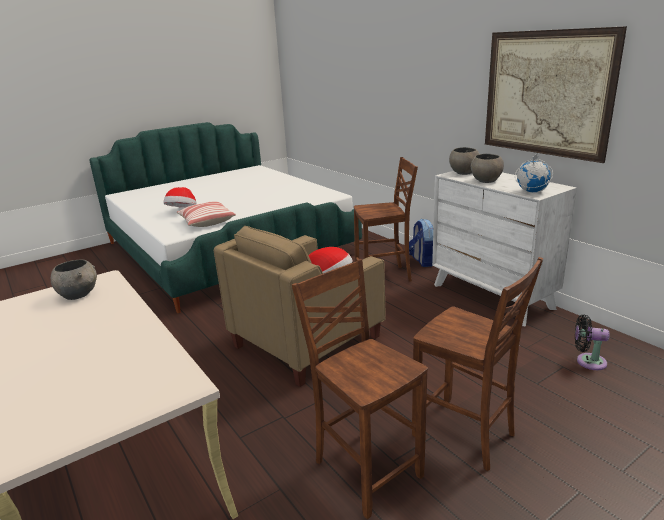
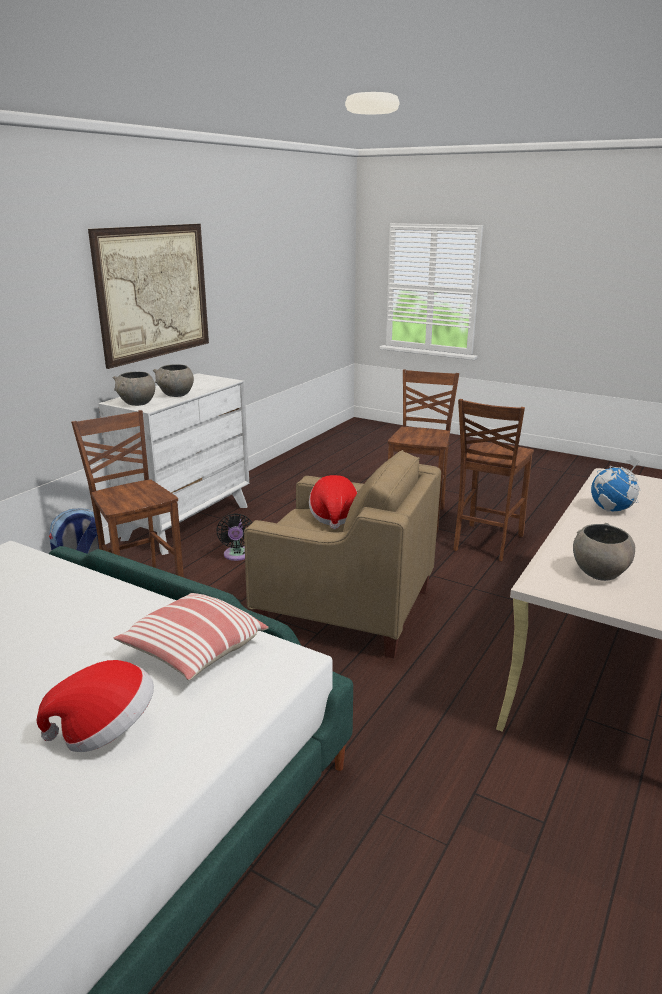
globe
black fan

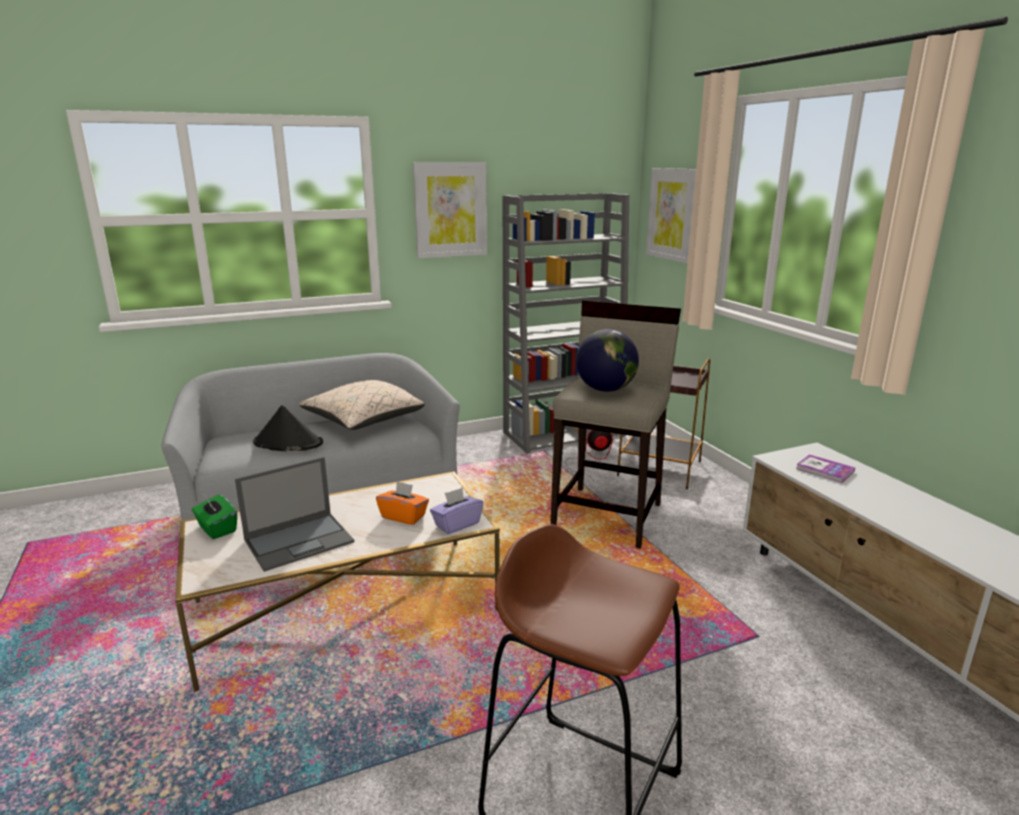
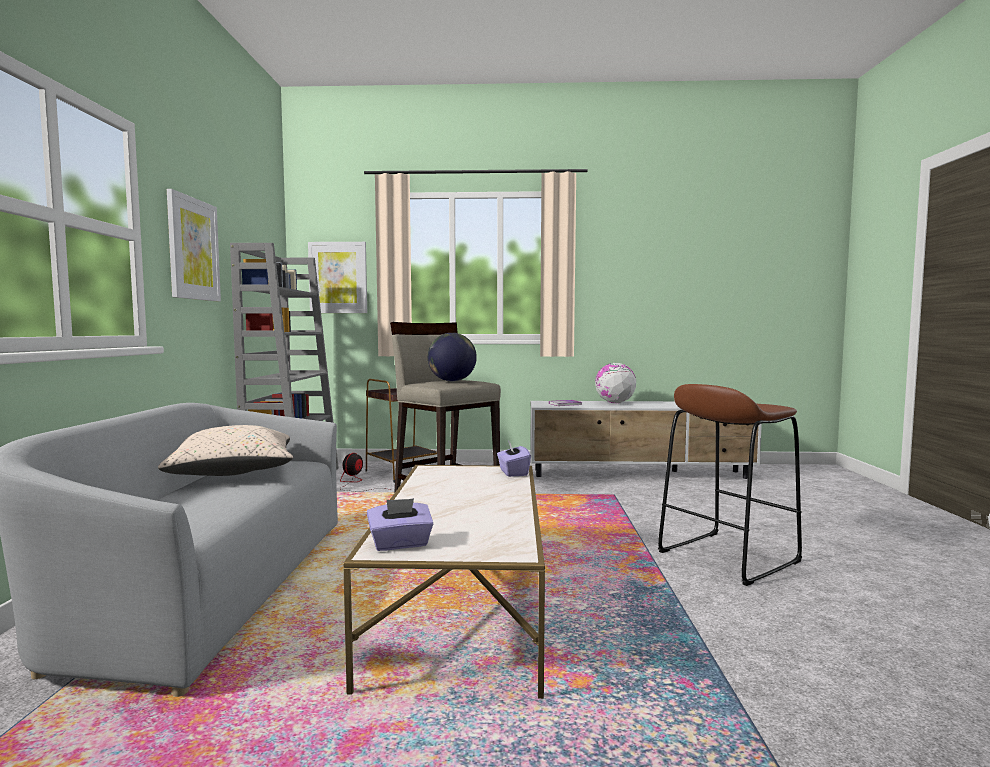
laptop
black hat
orange tissue box
globe (no. 2 from left)
purple tissue box (no. 1 from left)

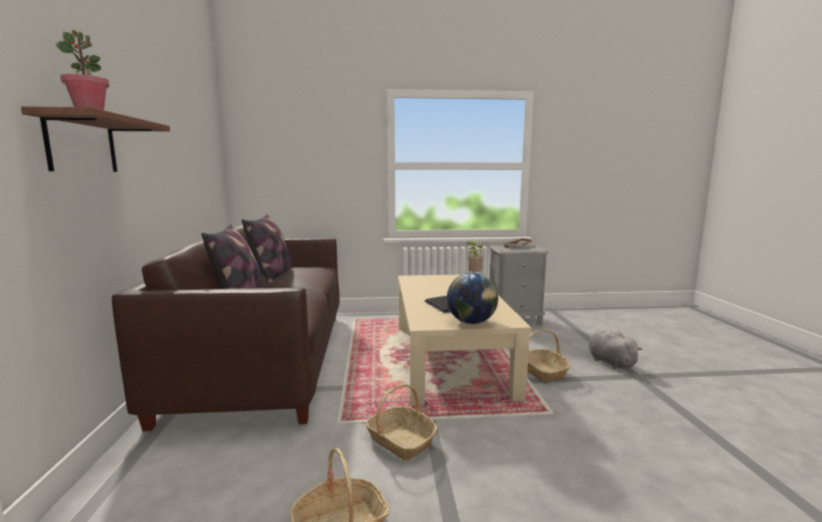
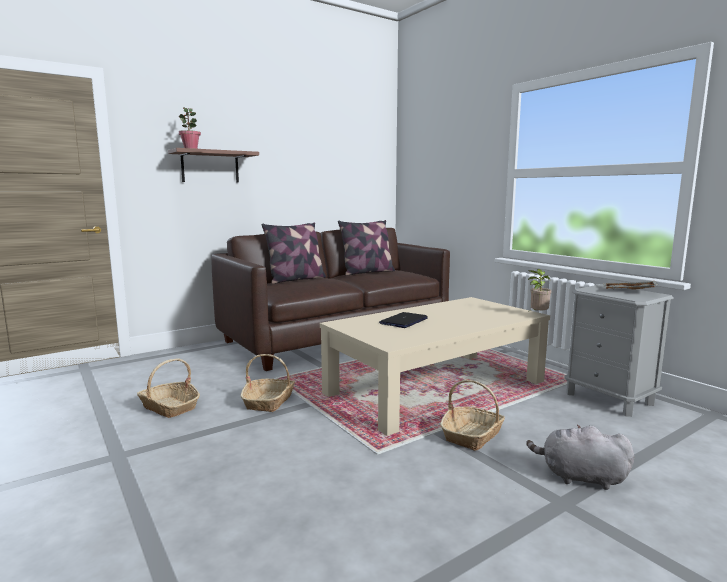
globe
grey plush toy

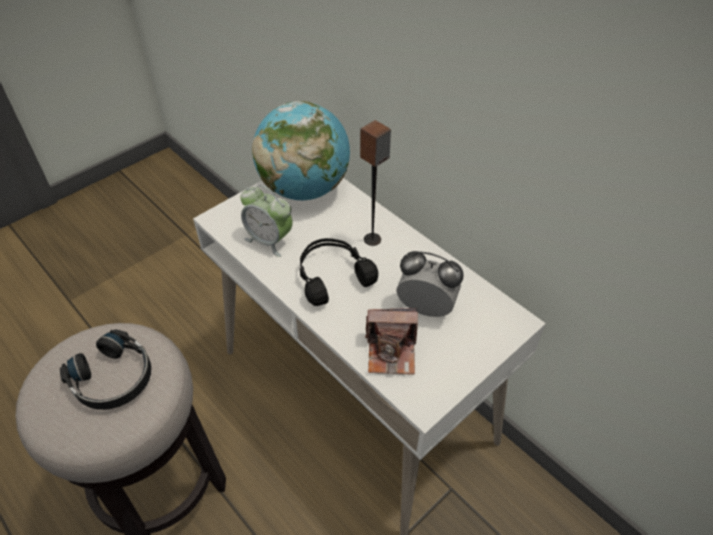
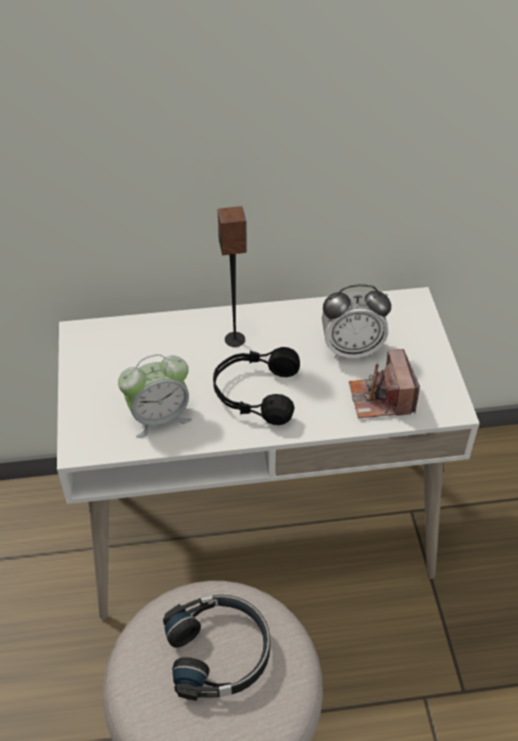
globe
photo camera
alarm clock (no. 2 from left)

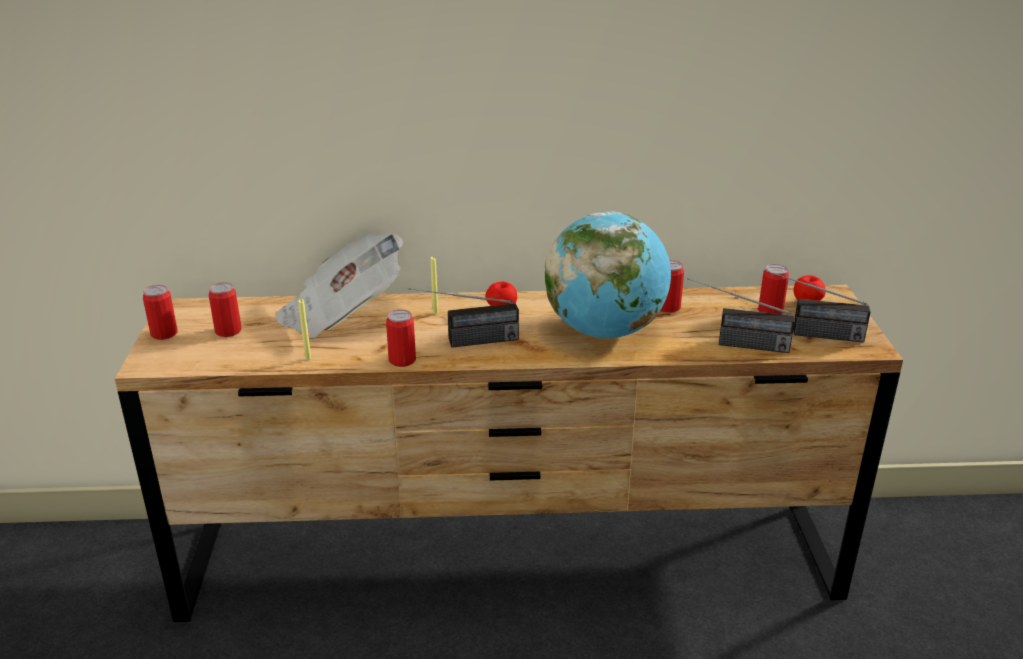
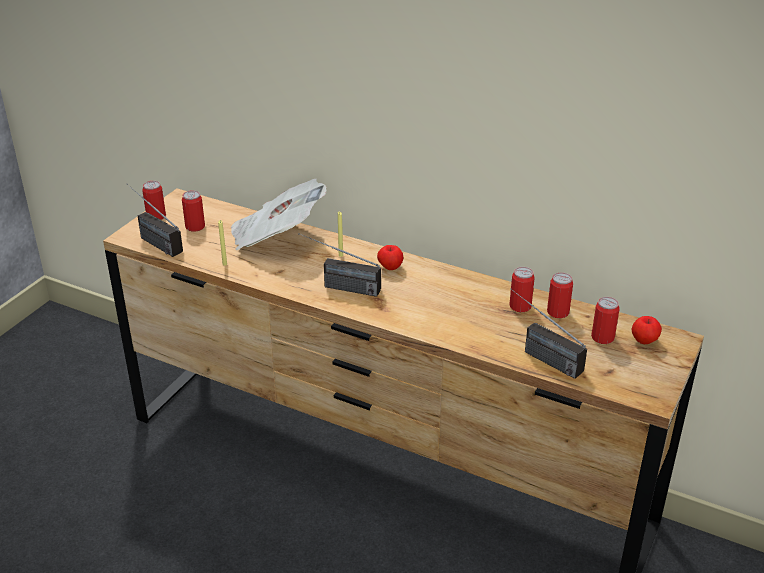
globe
can (no. 4 from left)
radio (no. 1 from left)

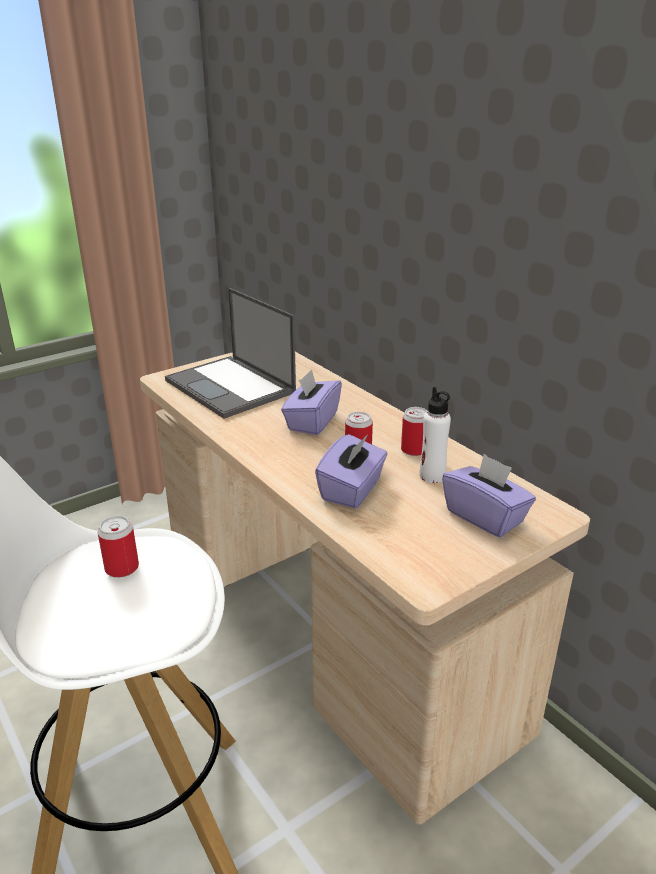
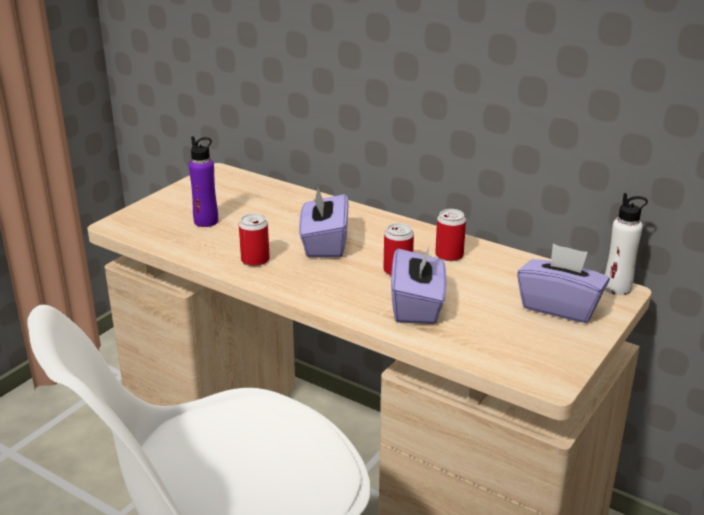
can (no. 1 from left)
white bottle
purple bottle

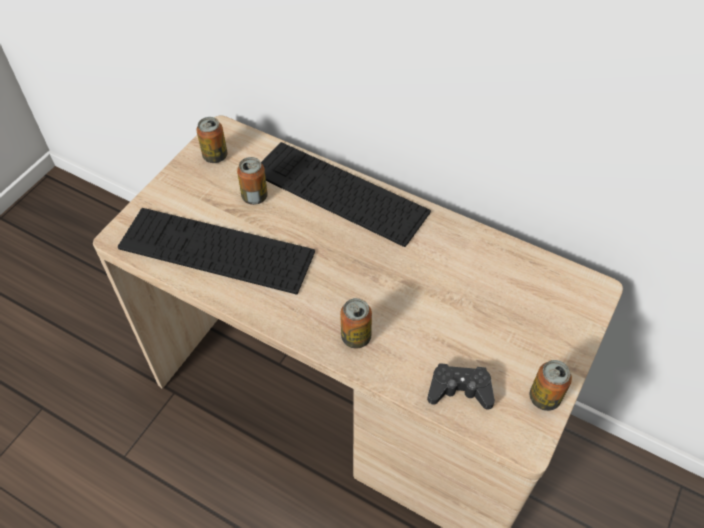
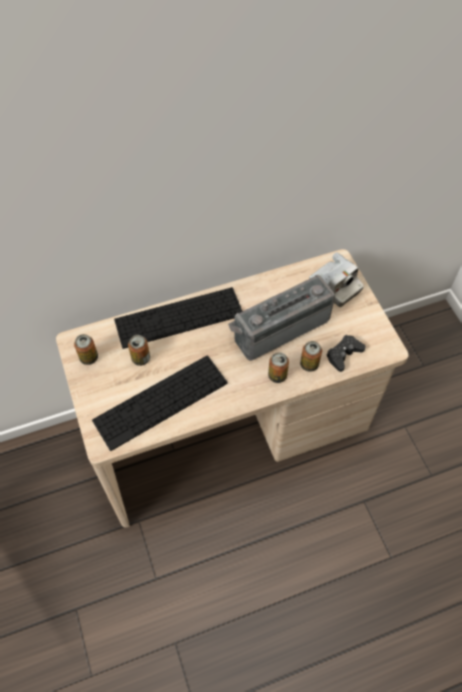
radio
photo camera
can (no. 4 from left)

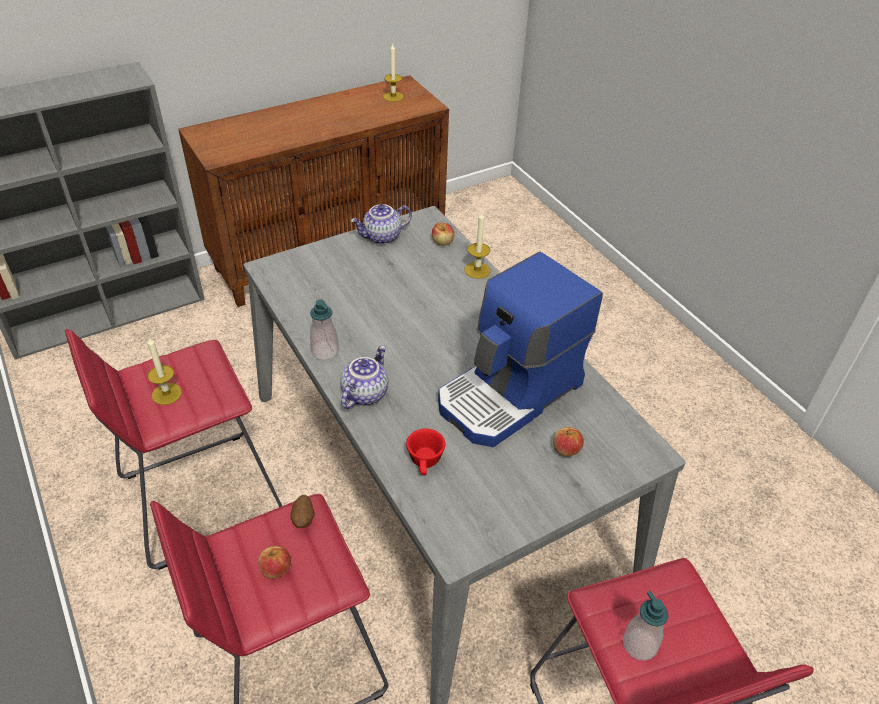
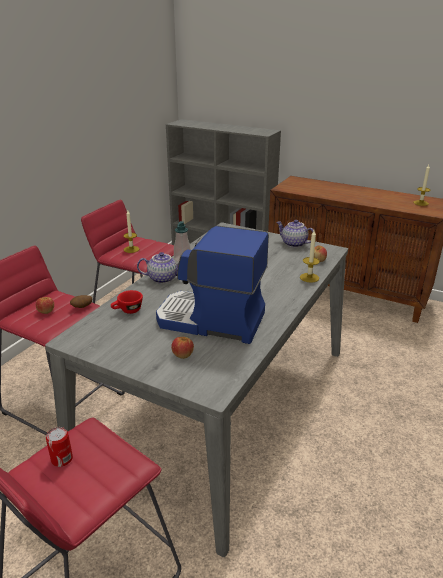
can

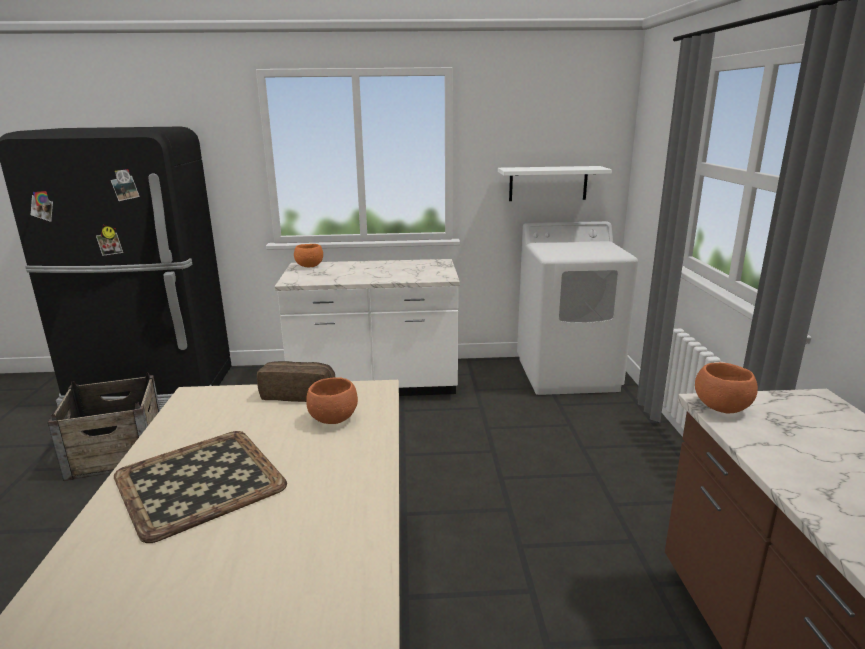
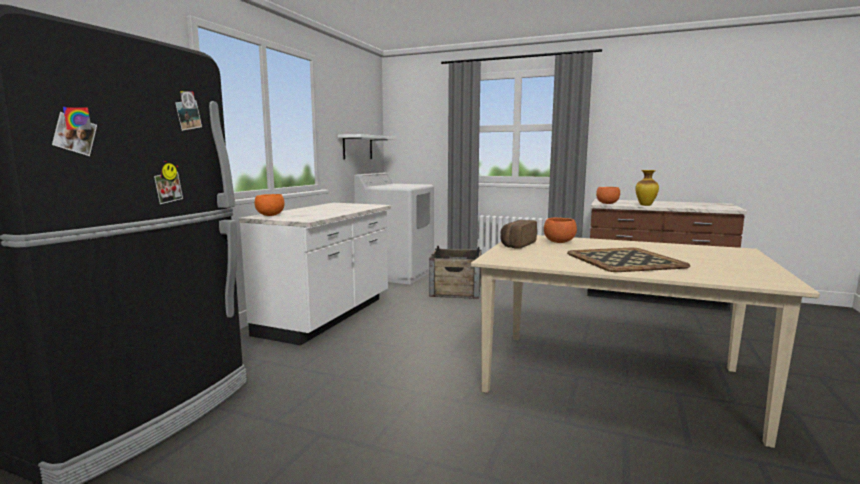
vase
crate

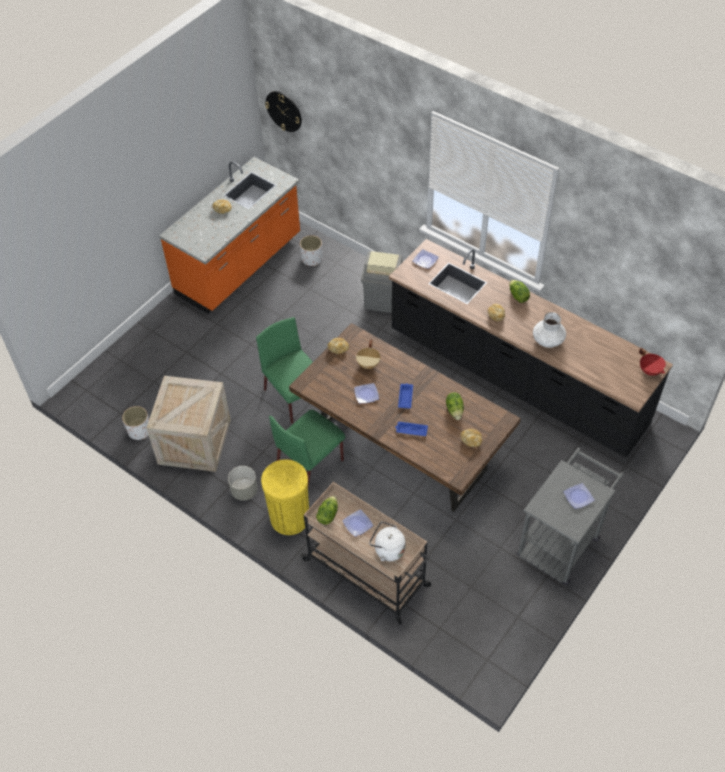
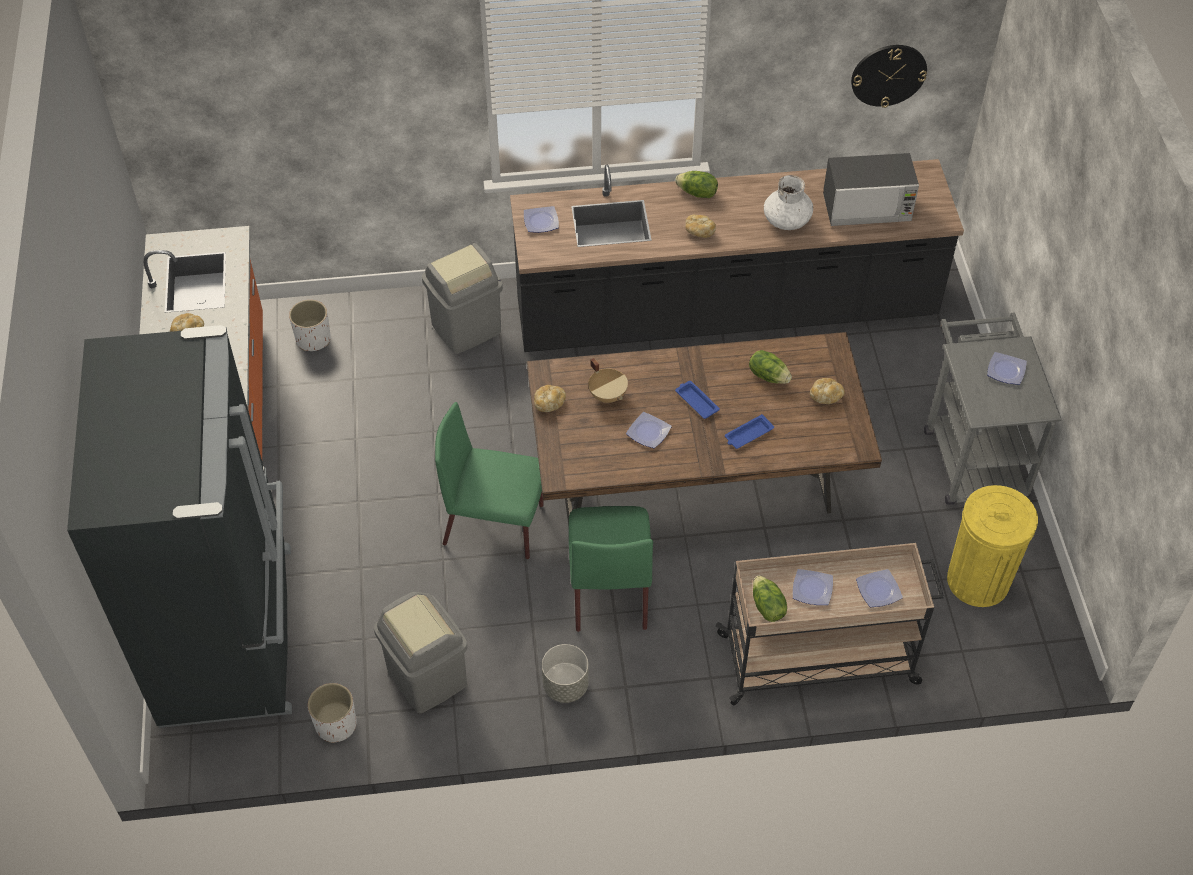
red cooking pot
black fridge
microwave
yellow trash can
wall clock
grey trash can (no. 1 from left)
plate (no. 4 from left)

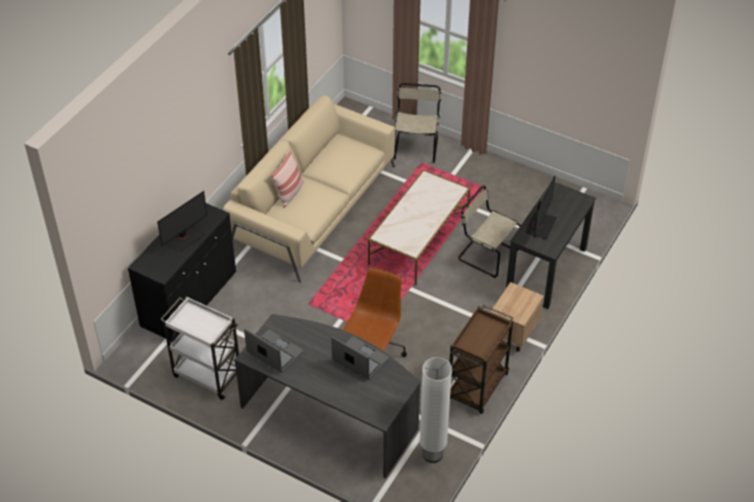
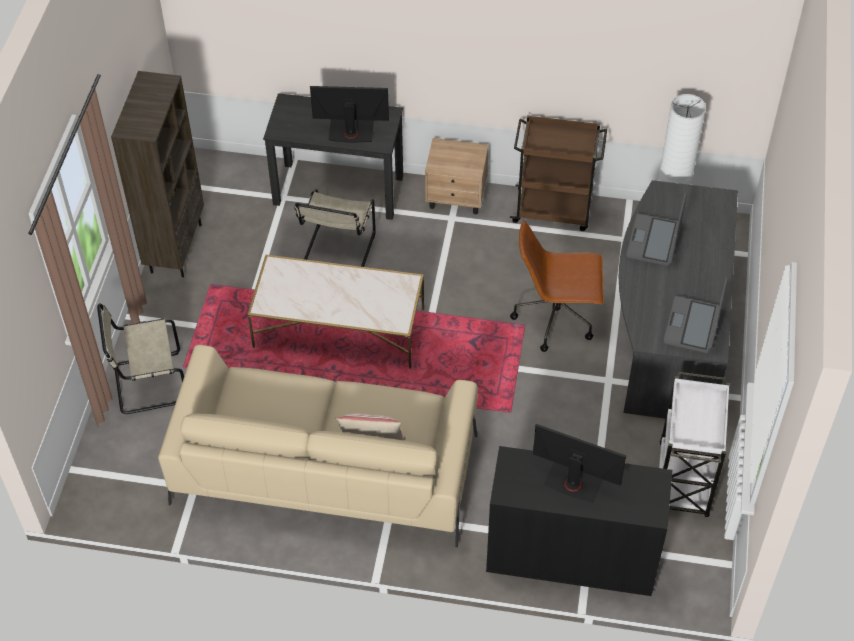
brown bookcase

